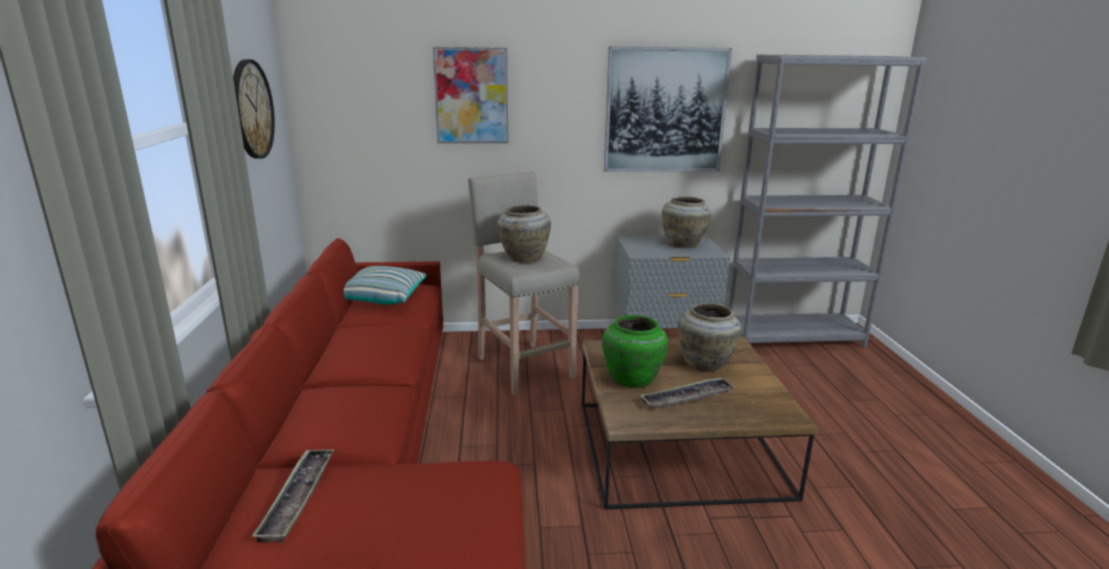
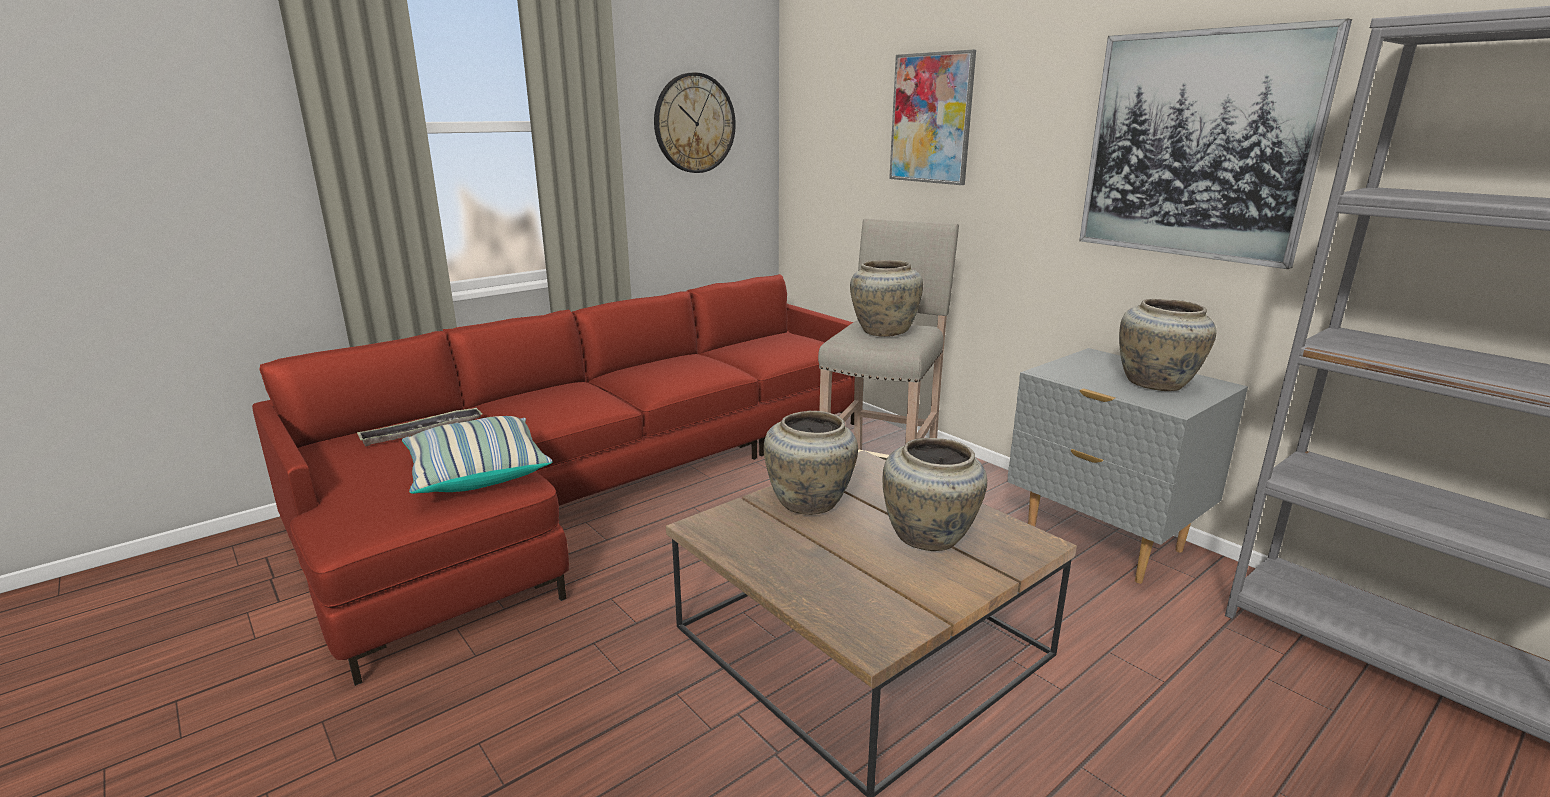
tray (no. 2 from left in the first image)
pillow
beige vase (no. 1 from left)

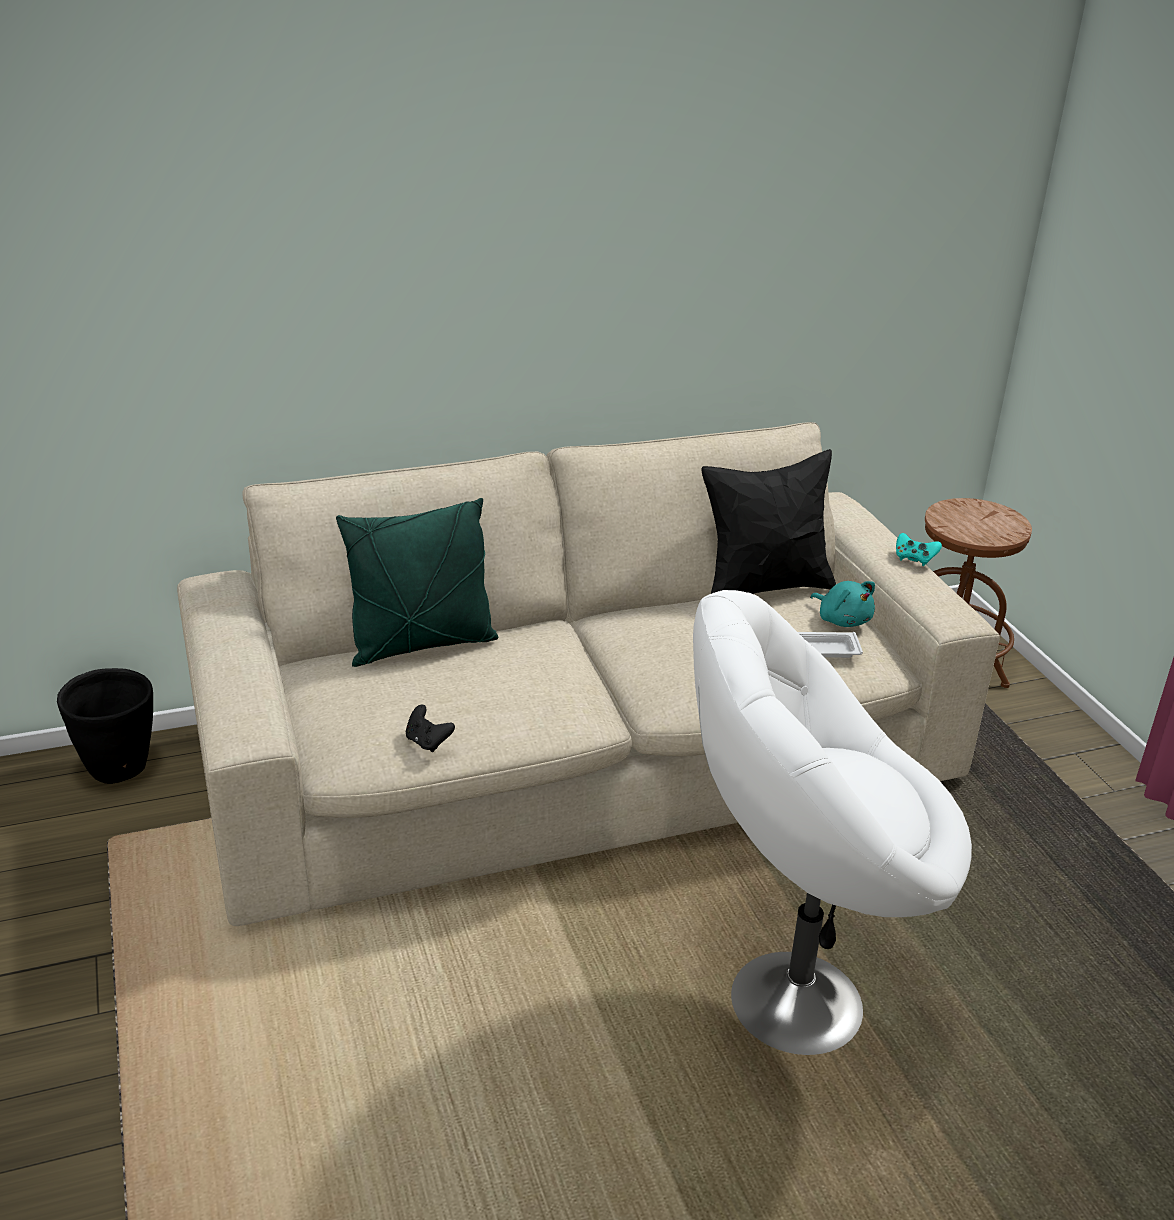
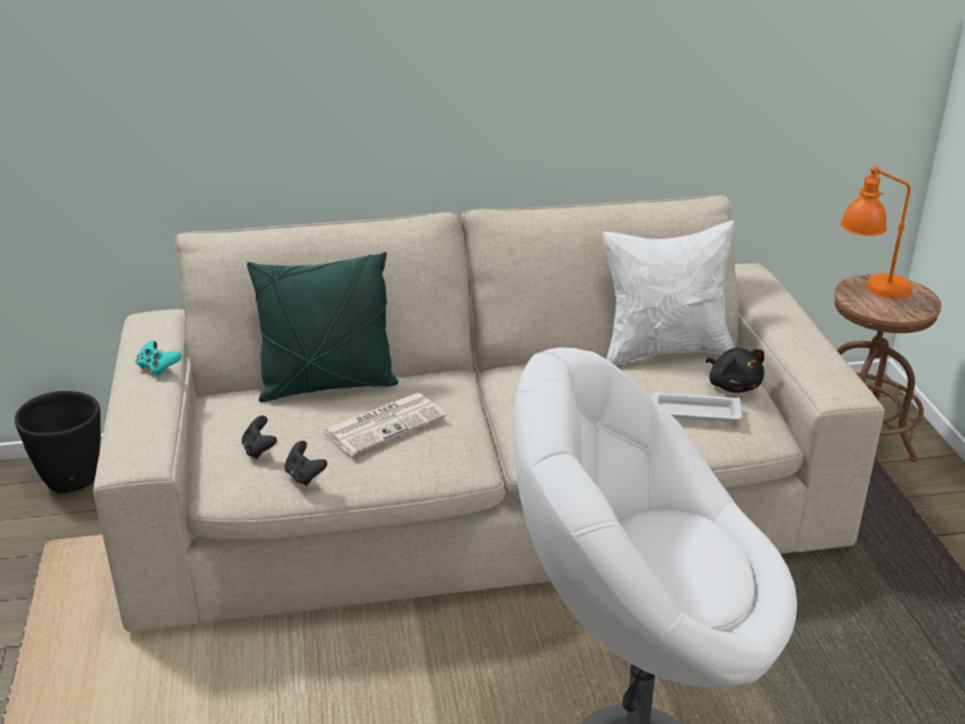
black game controller (no. 1 from left)
newspaper
orange table lamp
turquoise game controller
white pillow
black plush toy

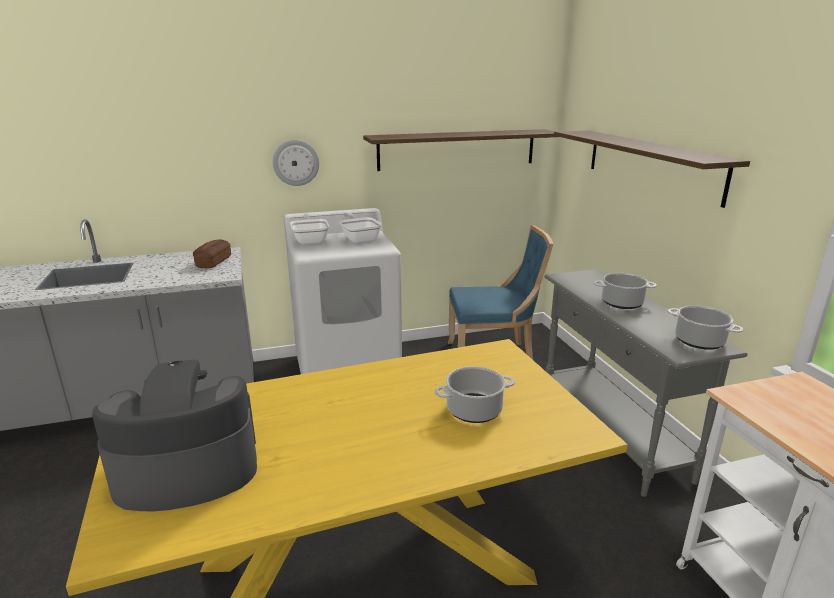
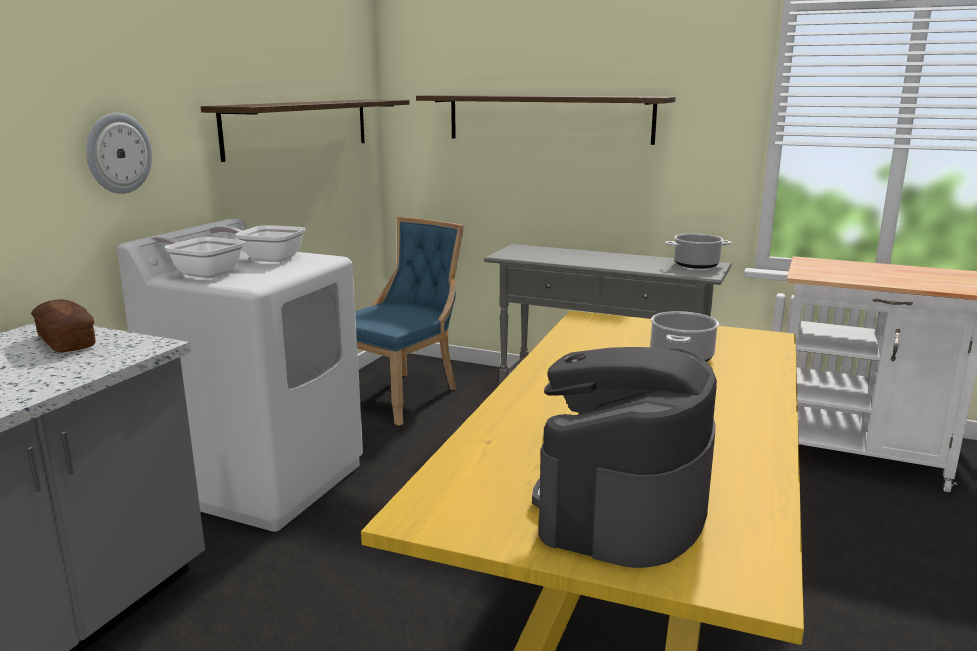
cooking pot (no. 2 from left in the first image)

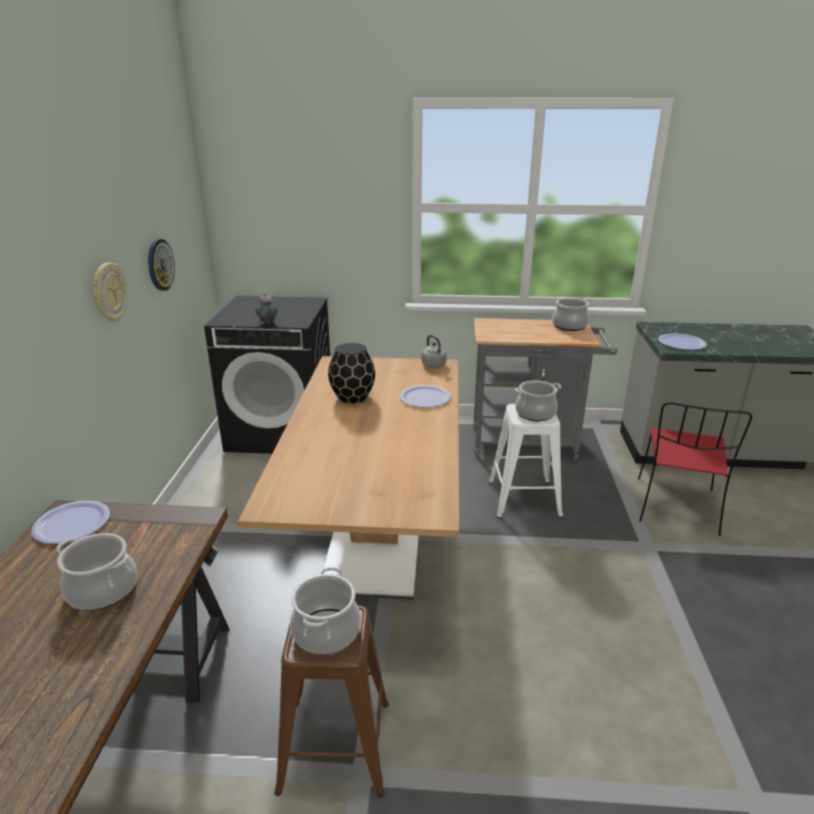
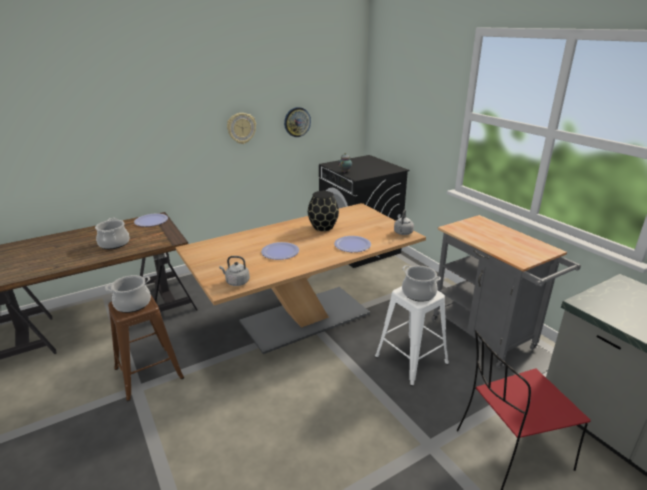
cooking pot (no. 4 from left in the first image)
grey kettle (no. 1 from left)
plate (no. 2 from left)

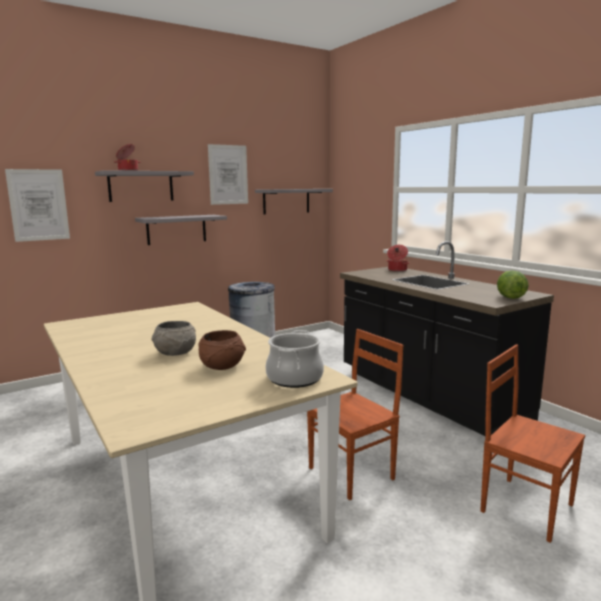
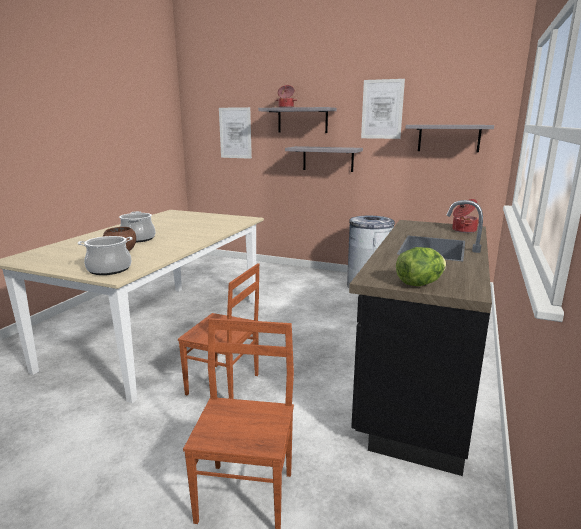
cooking pot (no. 2 from left)

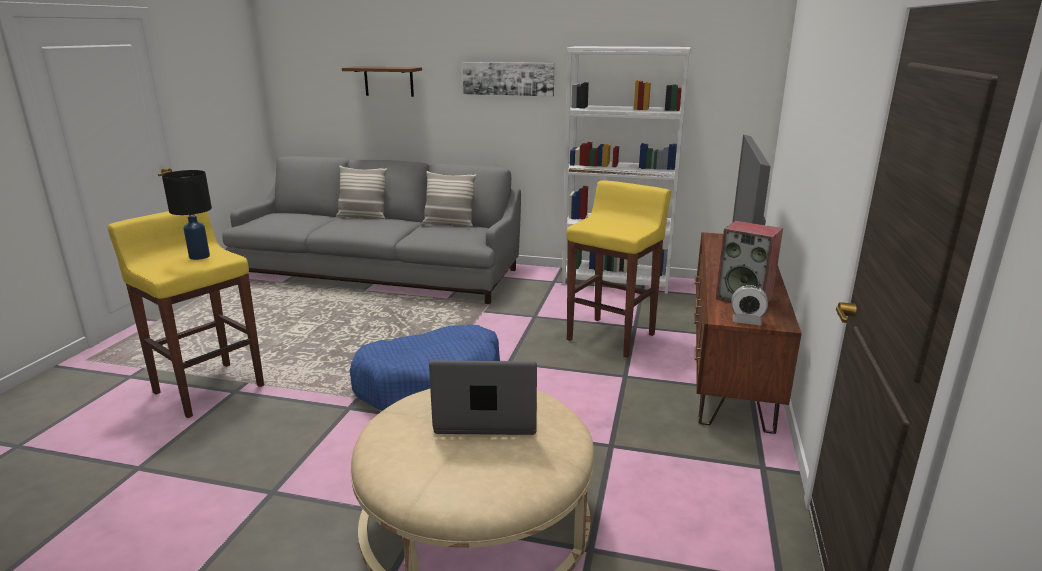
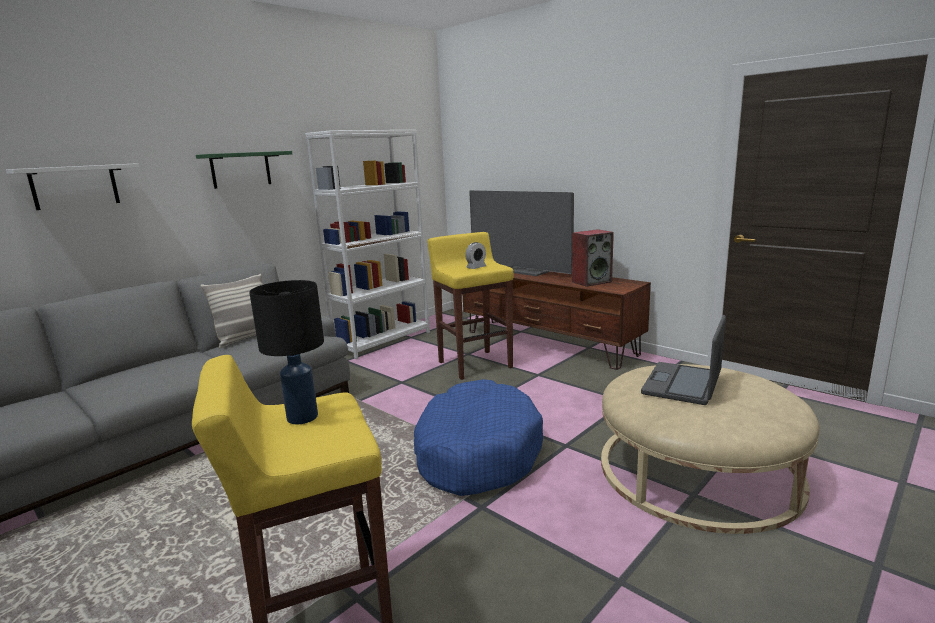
pillow (no. 1 from left in the first image)
alarm clock
green shelf
white shelf

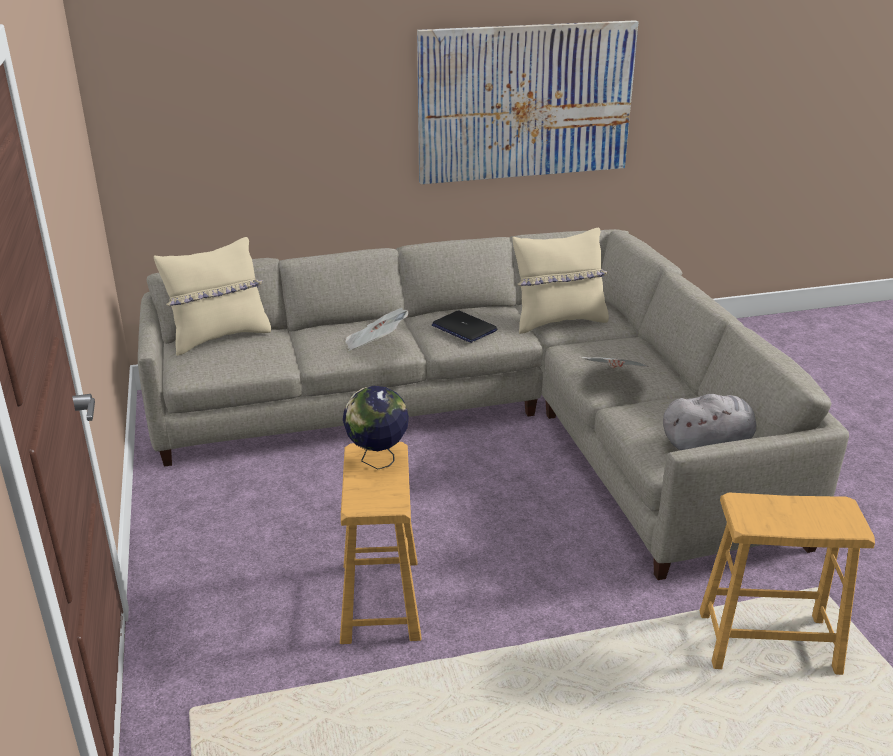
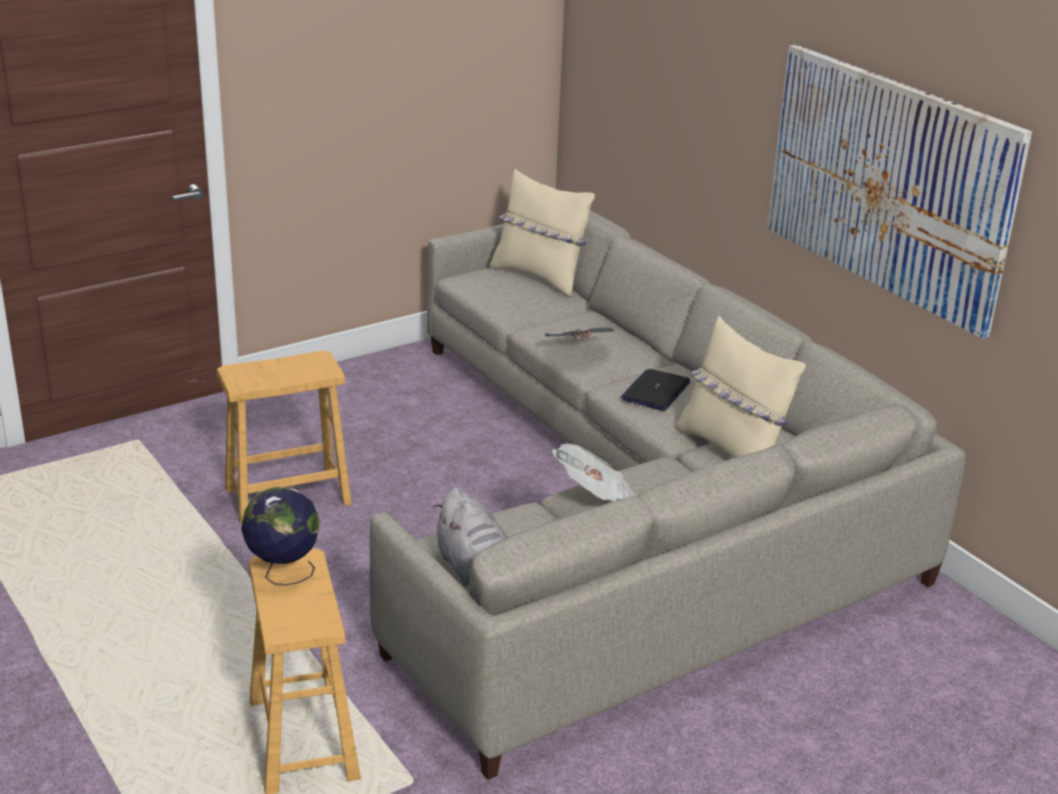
globe

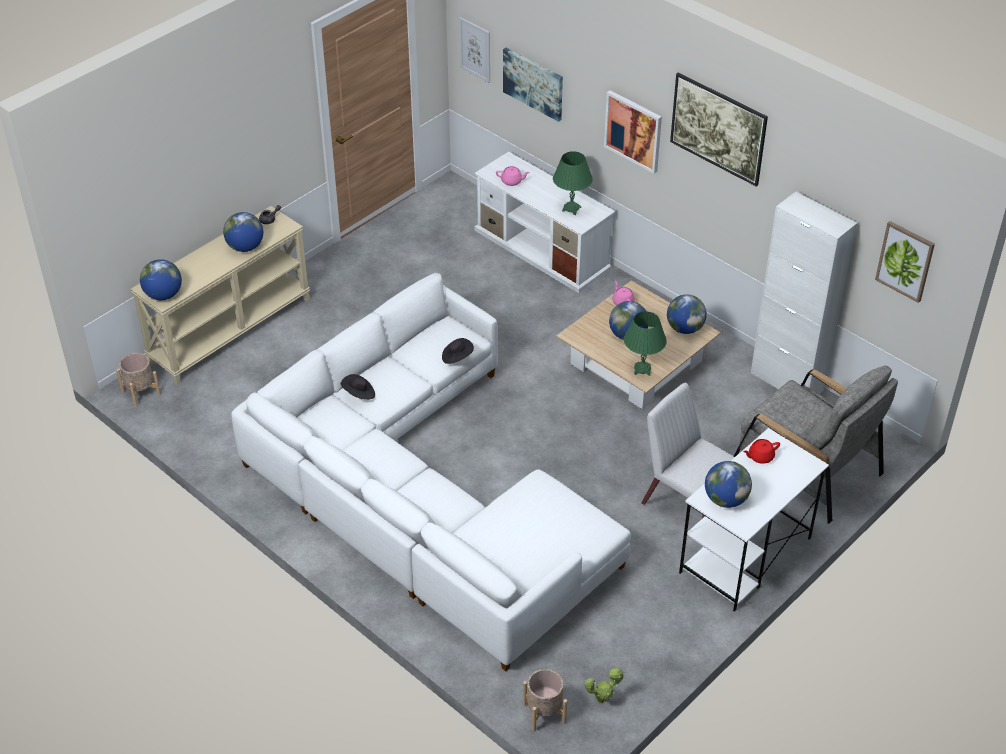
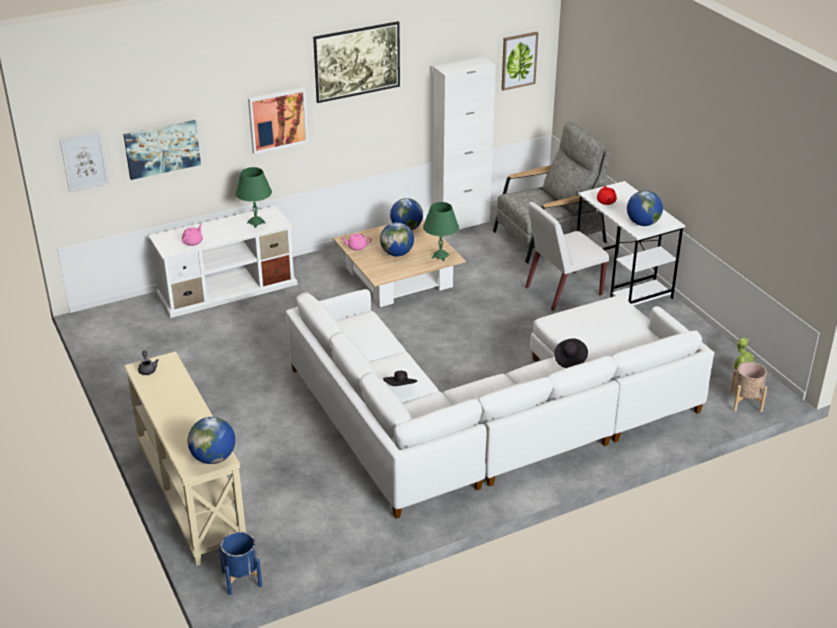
globe (no. 2 from left in the first image)
black hat (no. 2 from left)
blue planter

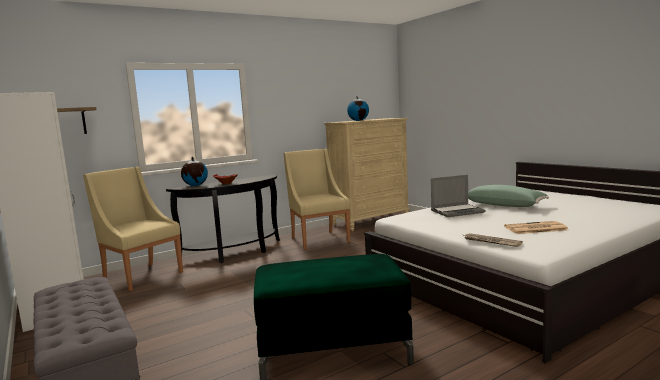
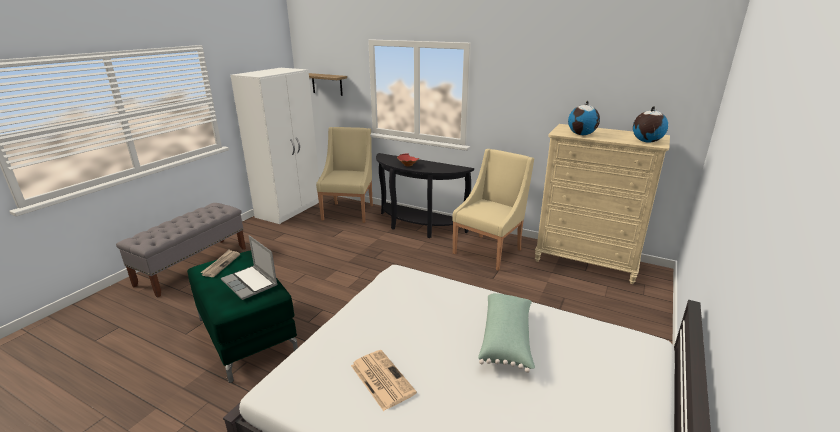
globe (no. 2 from left)
laptop
newspaper (no. 1 from left)

